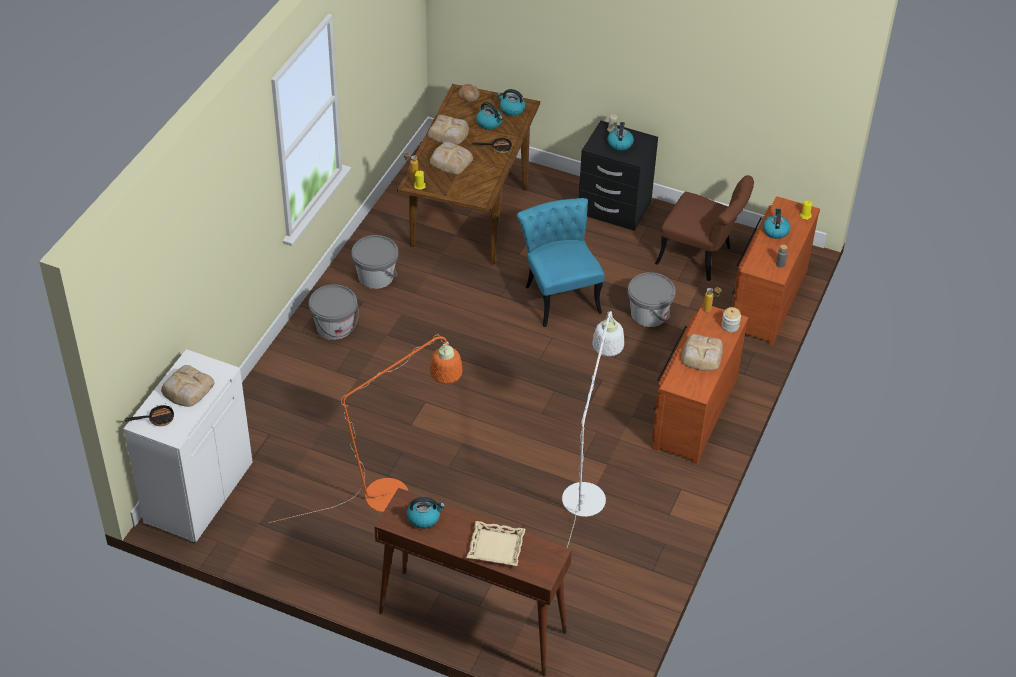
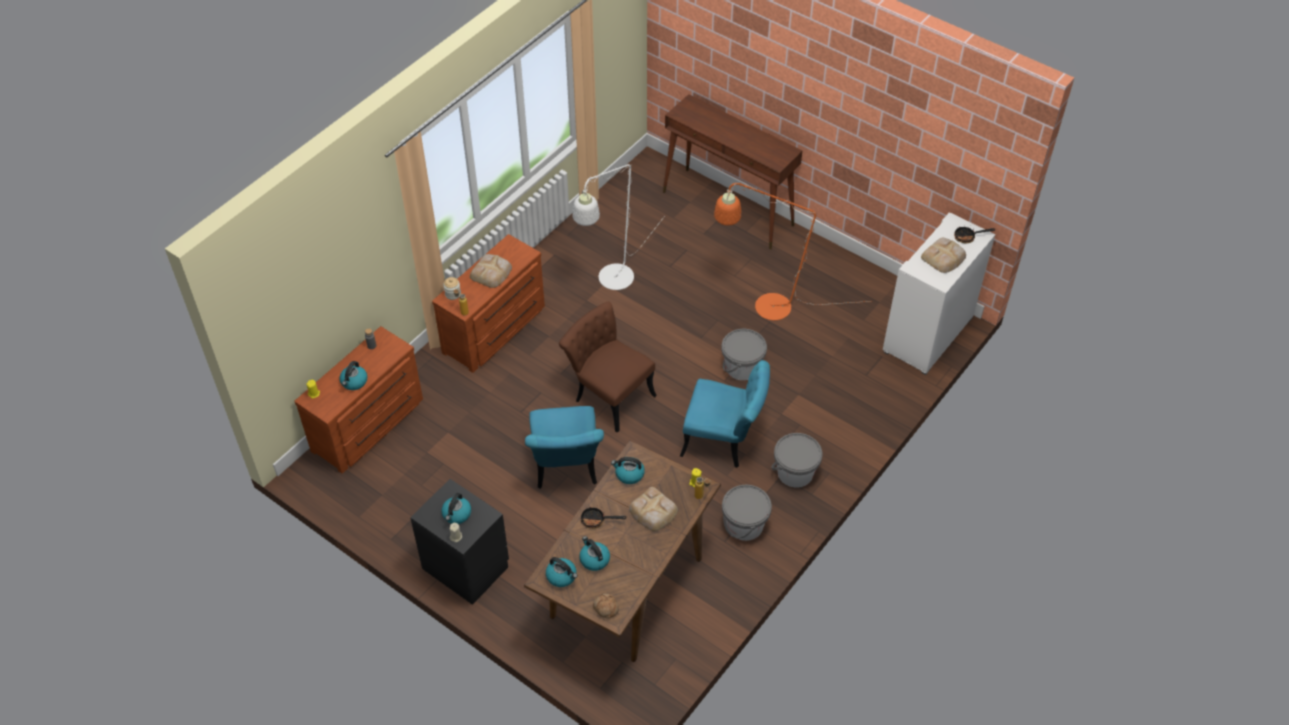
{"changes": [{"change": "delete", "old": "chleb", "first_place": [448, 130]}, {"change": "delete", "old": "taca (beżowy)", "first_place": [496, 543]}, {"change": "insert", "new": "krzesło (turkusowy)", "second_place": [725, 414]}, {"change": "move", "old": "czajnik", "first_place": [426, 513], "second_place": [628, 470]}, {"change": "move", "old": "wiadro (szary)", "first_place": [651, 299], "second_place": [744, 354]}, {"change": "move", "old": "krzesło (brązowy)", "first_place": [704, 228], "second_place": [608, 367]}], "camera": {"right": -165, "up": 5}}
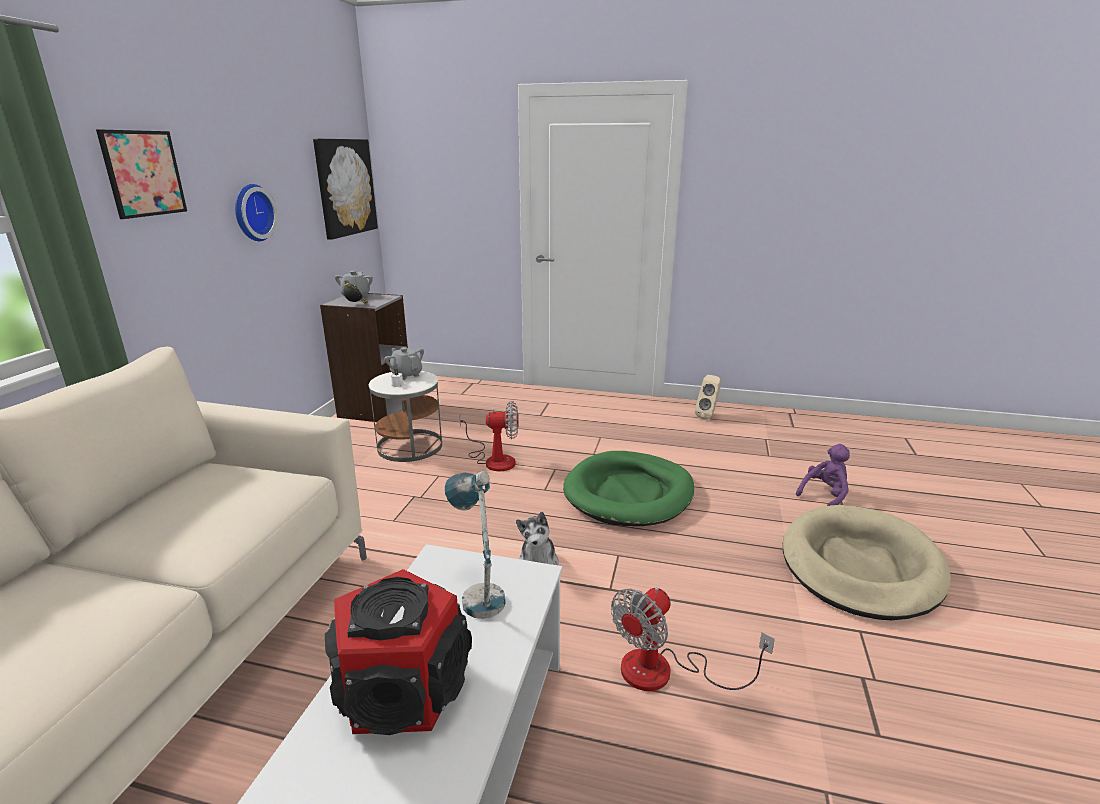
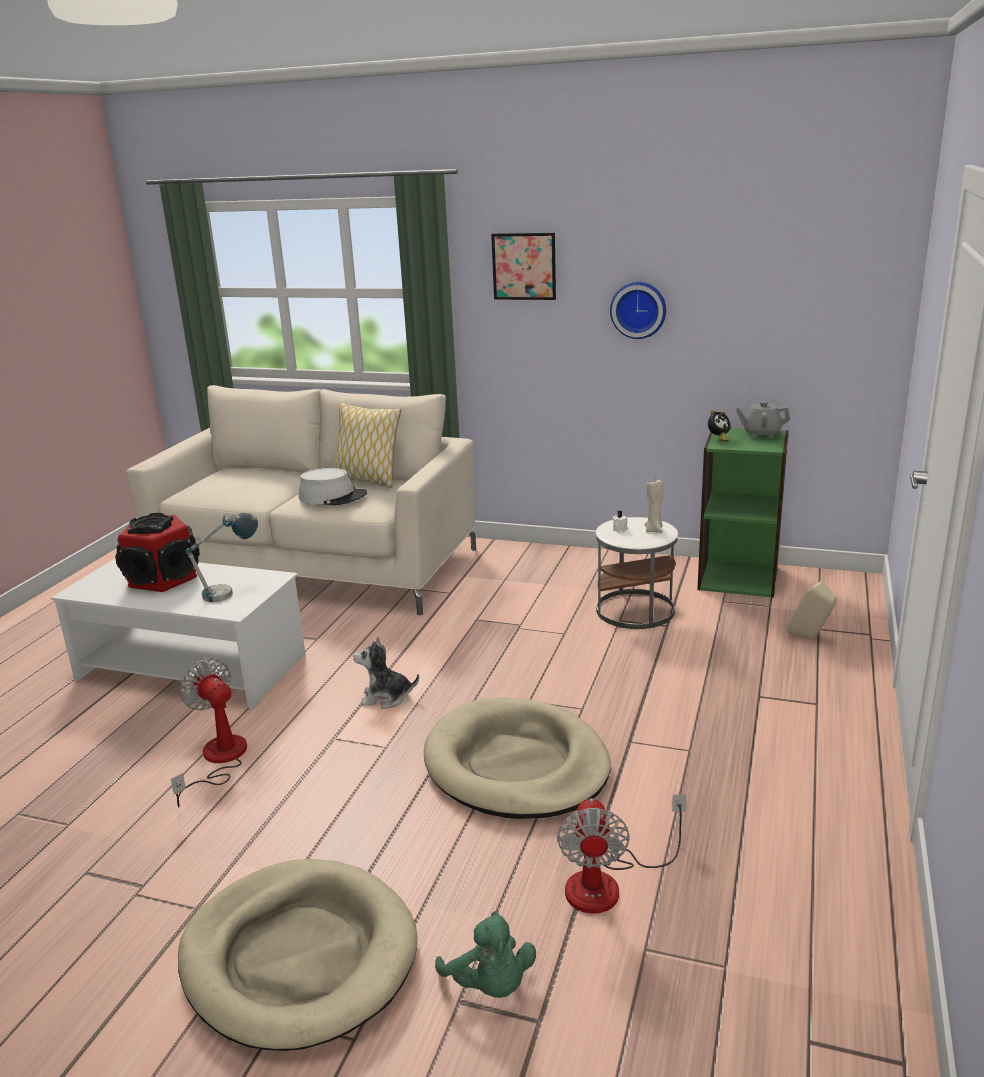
{"changes": [{"change": "delete", "old": "obraz", "first_place": [345, 189]}, {"change": "insert", "new": "kapelusz (szary)", "second_place": [333, 486]}, {"change": "insert", "new": "poduszka", "second_place": [367, 445]}, {"change": "move", "old": "wentylator", "first_place": [489, 436], "second_place": [622, 854]}, {"change": "move", "old": "głośnik (beżowy)", "first_place": [708, 397], "second_place": [811, 610]}, {"change": "replace", "old": "imbryk (szary)", "new": "świeca (beżowy)", "first_place": [404, 363], "second_place": [653, 506]}, {"change": "recolor", "old": "regał (szary)", "new": "regał (zielony)", "first_place": [364, 357], "second_place": [743, 513]}, {"change": "recolor", "old": "legowisko (zielony)", "new": "legowisko (beżowy)", "first_place": [628, 488], "second_place": [517, 758]}, {"change": "recolor", "old": "pluszak (fioletowy)", "new": "pluszak (zielony)", "first_place": [823, 475], "second_place": [485, 954]}], "camera": {"right": 95, "up": 0}}
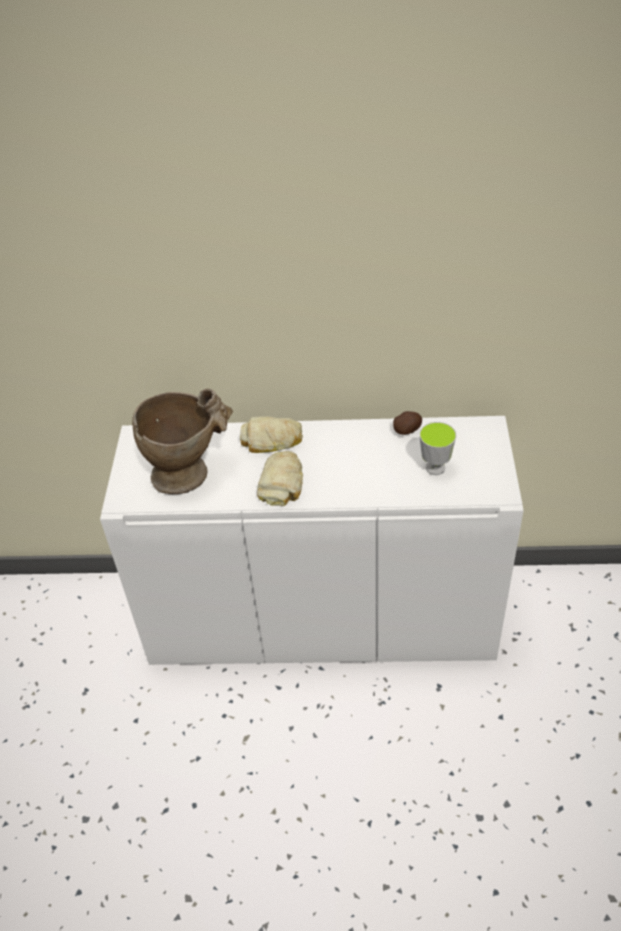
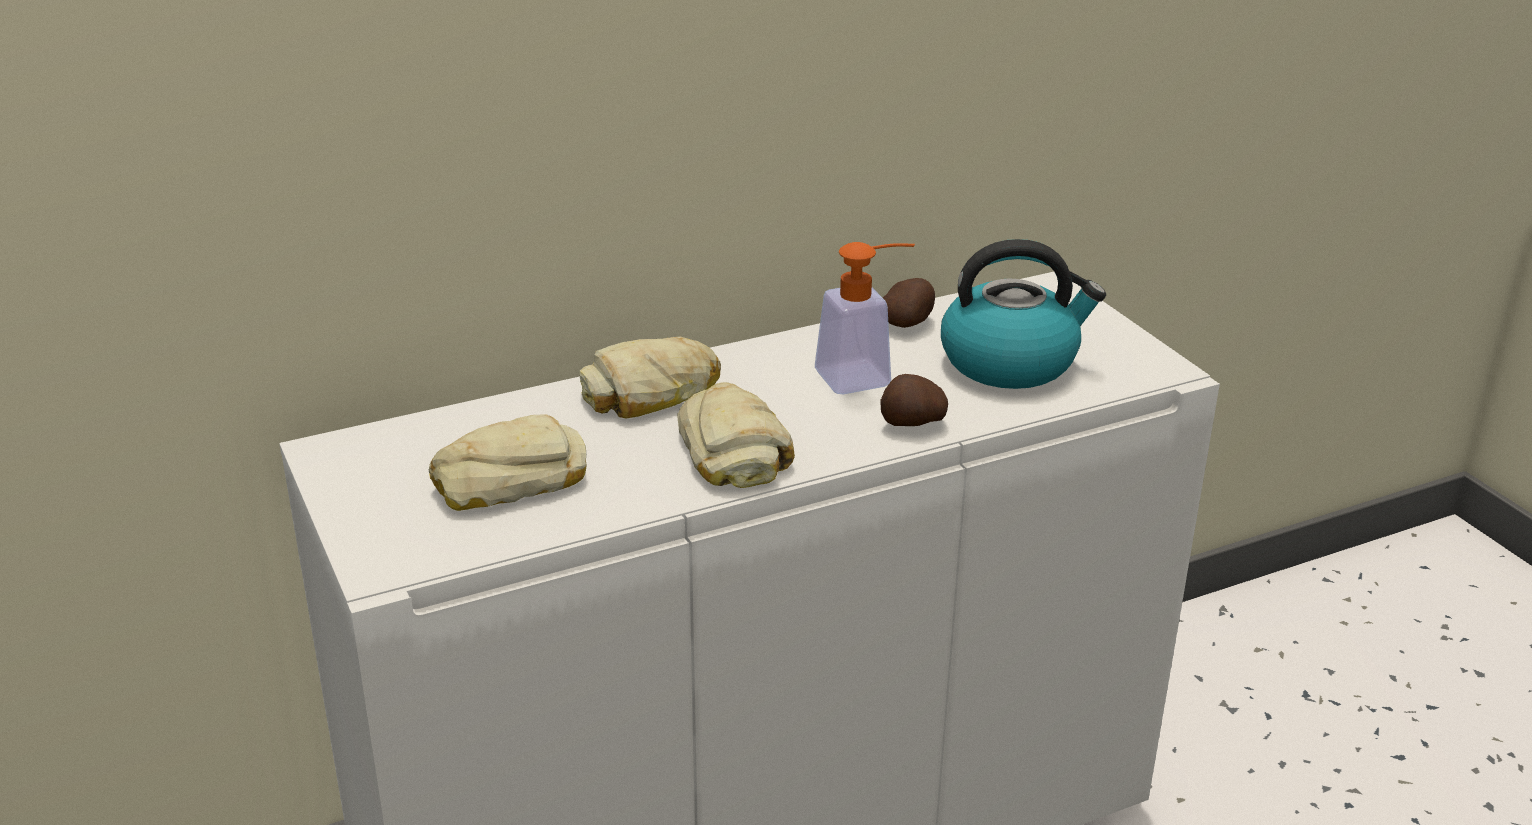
{"changes": [{"change": "insert", "new": "dozownik mydła", "second_place": [865, 318]}, {"change": "insert", "new": "ziemniak", "second_place": [914, 400]}, {"change": "replace", "old": "wazon (beżowy)", "new": "chleb", "first_place": [182, 441], "second_place": [508, 462]}, {"change": "replace", "old": "filiżanka", "new": "czajnik", "first_place": [438, 448], "second_place": [1023, 314]}], "camera": {"right": -30, "up": -15}}
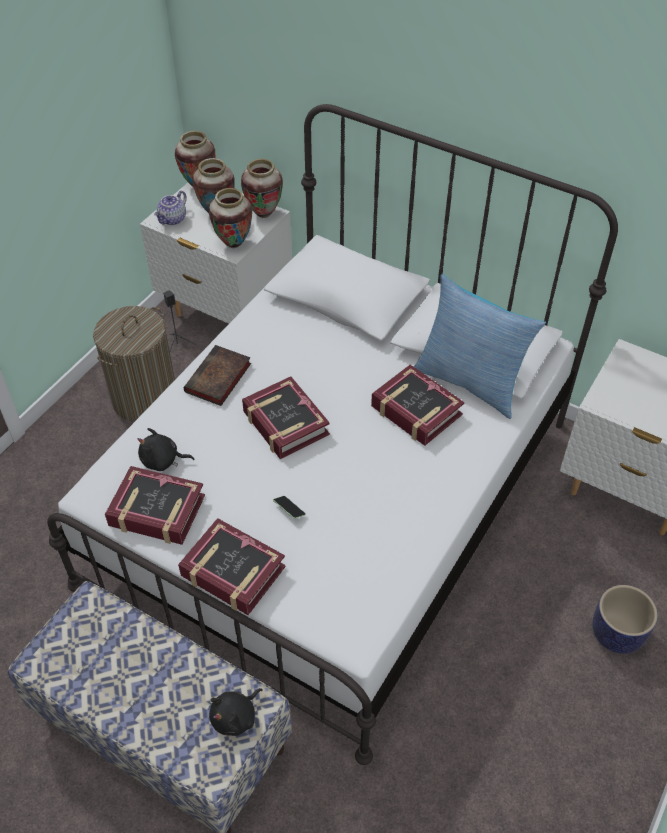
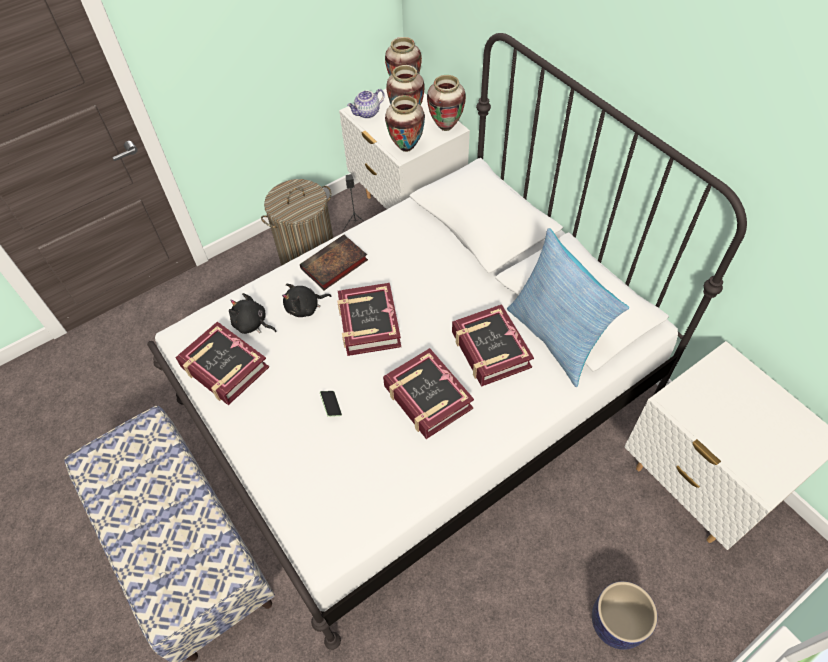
{"changes": [{"change": "move", "old": "książka", "first_place": [232, 566], "second_place": [428, 393]}, {"change": "move", "old": "pluszak (czarny)", "first_place": [236, 712], "second_place": [306, 300]}], "camera": {"right": 25, "up": 5}}
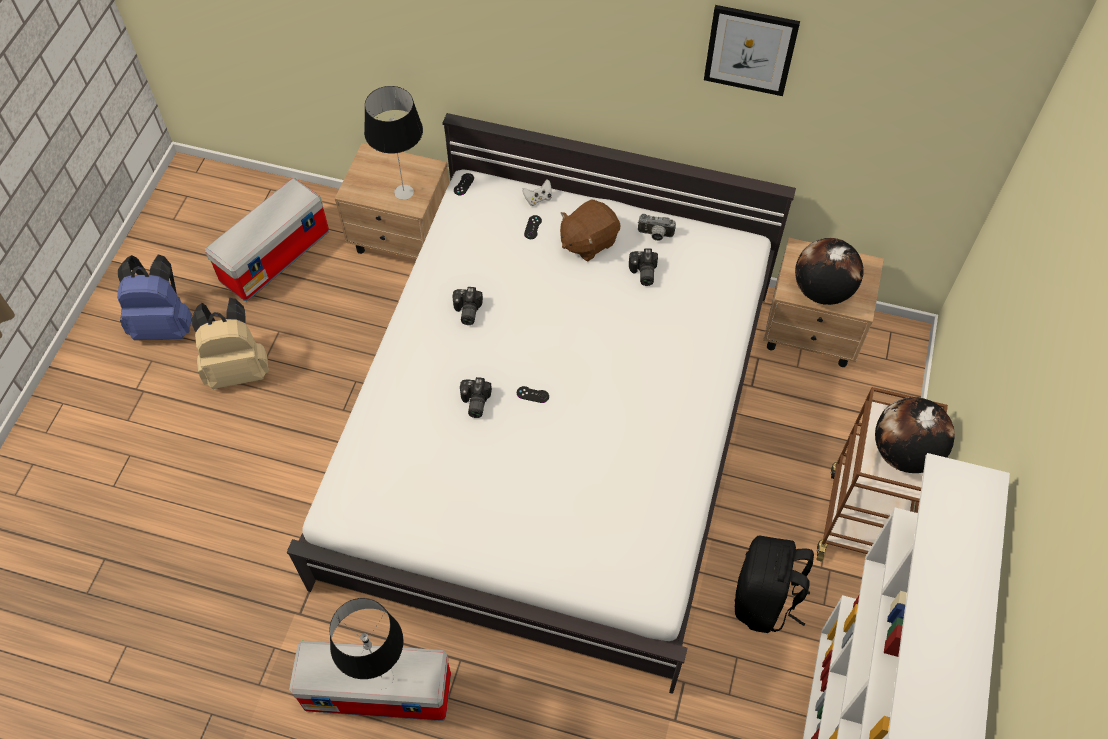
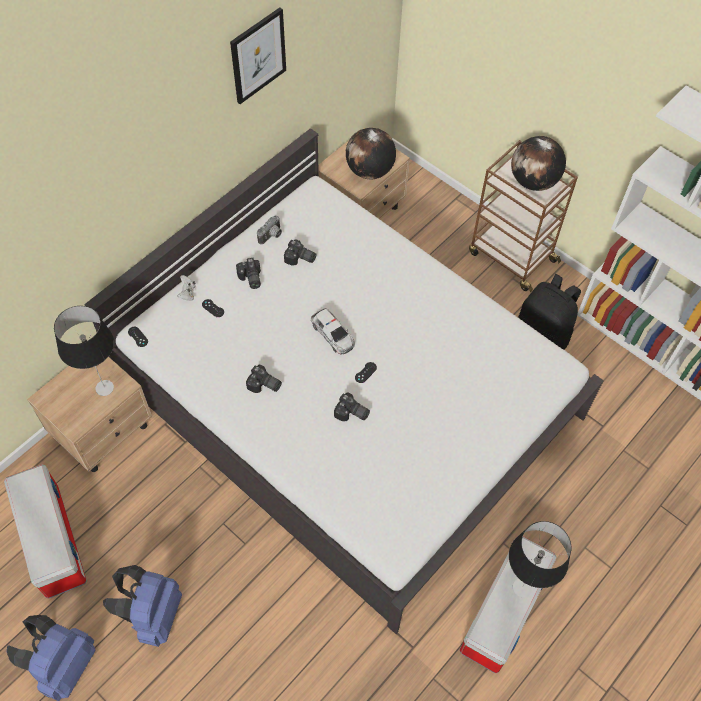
{"changes": [{"change": "insert", "new": "samochodzik", "second_place": [333, 331]}, {"change": "replace", "old": "pluszak (brązowy)", "new": "aparat fotograficzny", "first_place": [590, 230], "second_place": [248, 273]}, {"change": "recolor", "old": "plecak (beżowy)", "new": "plecak (niebieski)", "first_place": [230, 343], "second_place": [142, 606]}], "camera": {"right": -65, "up": 0}}
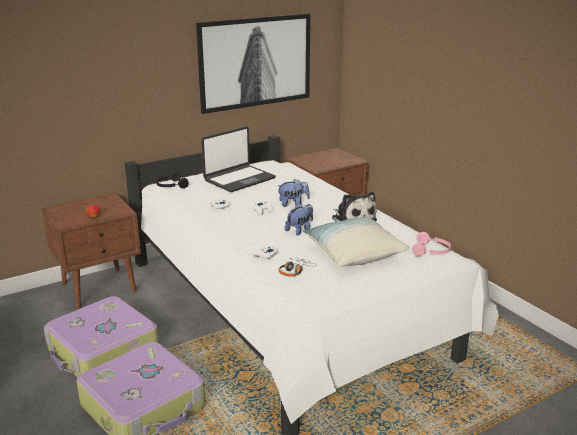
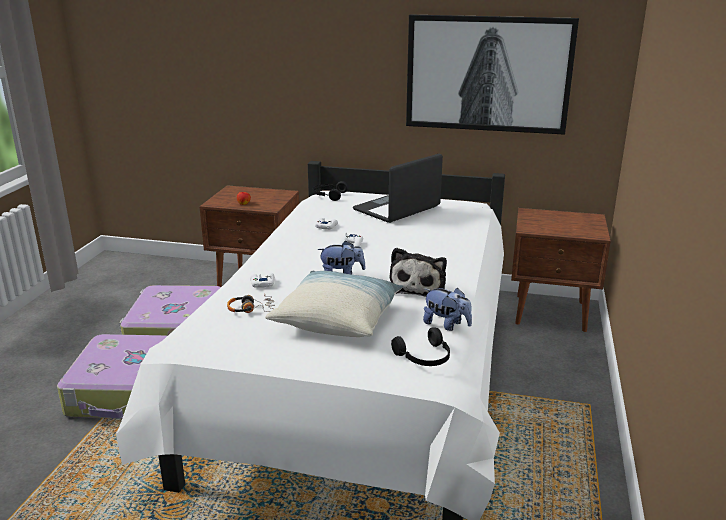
{"changes": [{"change": "move", "old": "pluszak", "first_place": [293, 192], "second_place": [447, 309]}, {"change": "recolor", "old": "słuchawki (różowy)", "new": "słuchawki (czarny)", "first_place": [431, 244], "second_place": [420, 346]}, {"change": "rotate", "old": "laptop", "first_place": [238, 159], "second_place": [398, 188], "degrees": 135}], "camera": {"right": 45, "up": 0}}
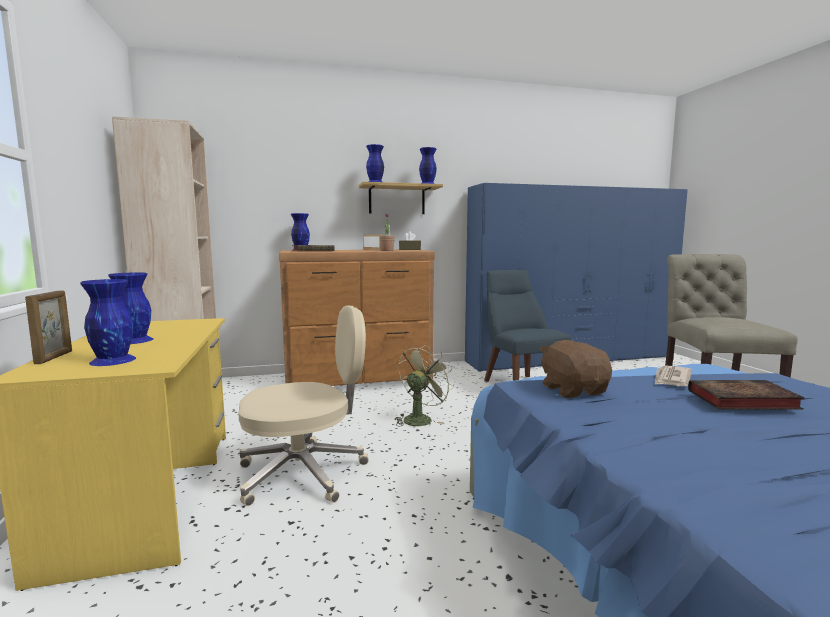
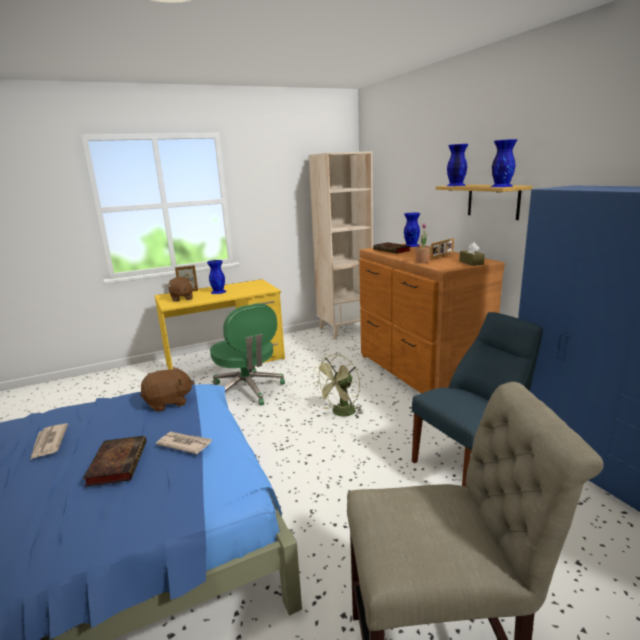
{"changes": [{"change": "insert", "new": "gazeta", "second_place": [49, 441]}, {"change": "replace", "old": "wazon (niebieski)", "new": "pluszak (brązowy)", "first_place": [108, 322], "second_place": [180, 289]}, {"change": "recolor", "old": "krzesło biurowe (beżowy)", "new": "krzesło biurowe (zielony)", "first_place": [303, 406], "second_place": [247, 354]}, {"change": "rotate", "old": "wentylator (zielony)", "first_place": [424, 386], "second_place": [338, 386], "degrees": 105}], "camera": {"right": 80, "up": 10}}
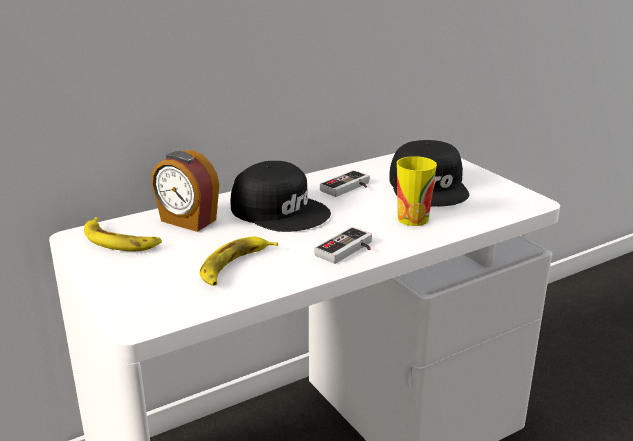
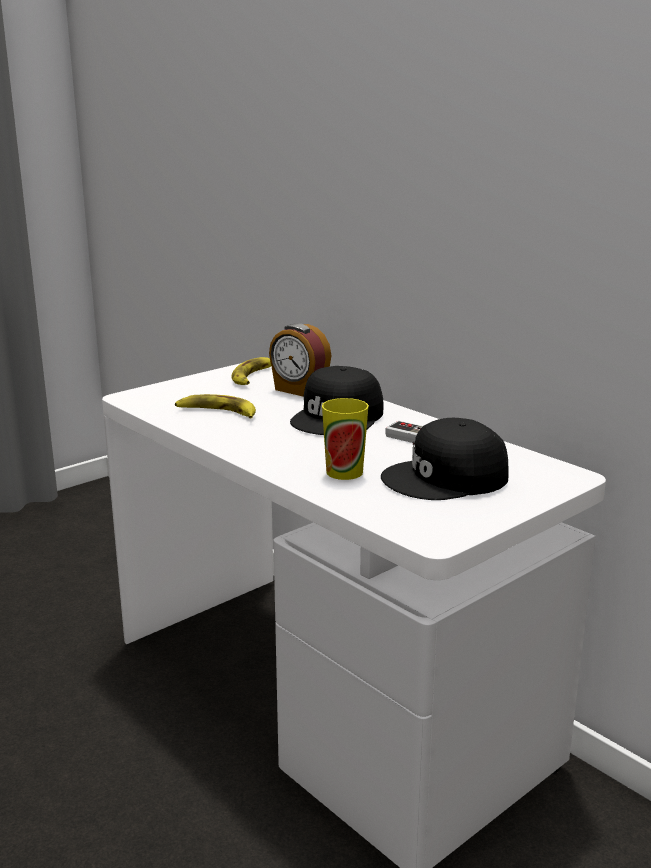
{"changes": [{"change": "delete", "old": "pad do gier", "first_place": [343, 245]}, {"change": "rotate", "old": "budzik", "first_place": [185, 191], "second_place": [300, 360], "degrees": -75}], "camera": {"right": 80, "up": -5}}
